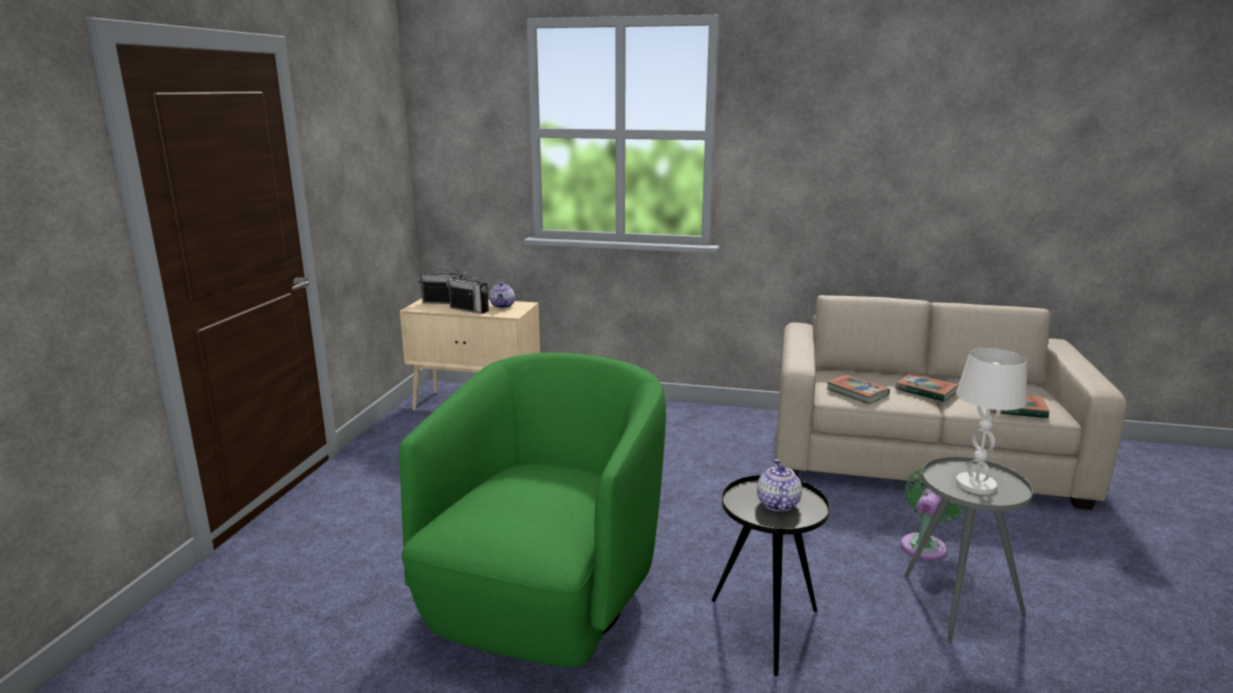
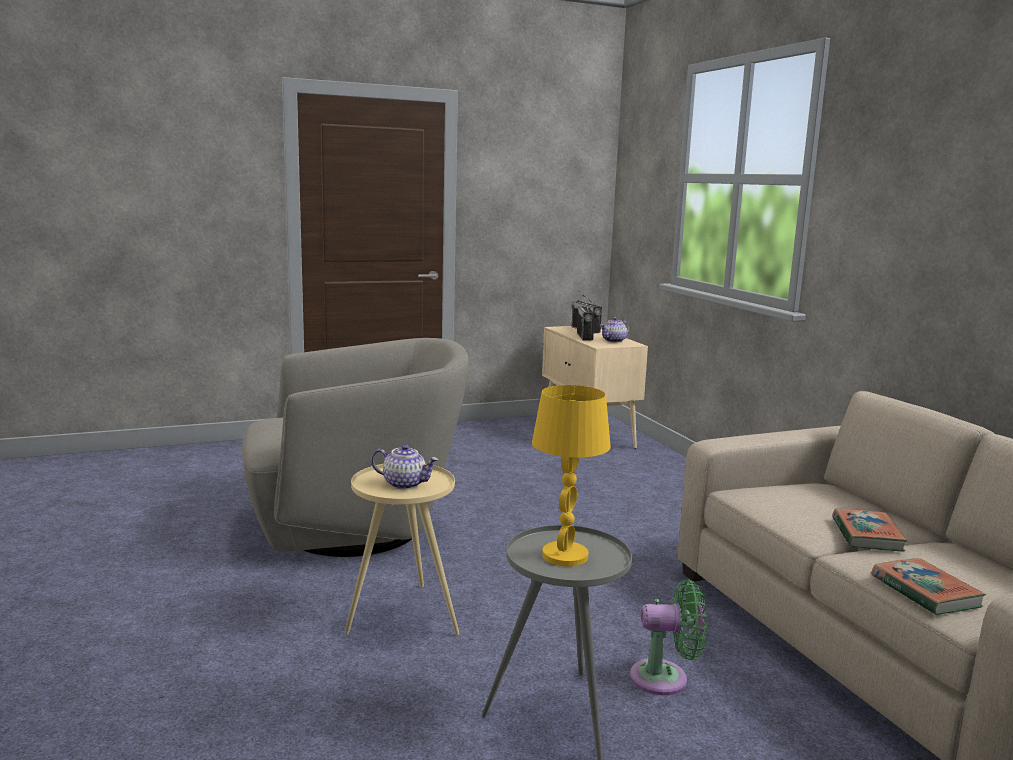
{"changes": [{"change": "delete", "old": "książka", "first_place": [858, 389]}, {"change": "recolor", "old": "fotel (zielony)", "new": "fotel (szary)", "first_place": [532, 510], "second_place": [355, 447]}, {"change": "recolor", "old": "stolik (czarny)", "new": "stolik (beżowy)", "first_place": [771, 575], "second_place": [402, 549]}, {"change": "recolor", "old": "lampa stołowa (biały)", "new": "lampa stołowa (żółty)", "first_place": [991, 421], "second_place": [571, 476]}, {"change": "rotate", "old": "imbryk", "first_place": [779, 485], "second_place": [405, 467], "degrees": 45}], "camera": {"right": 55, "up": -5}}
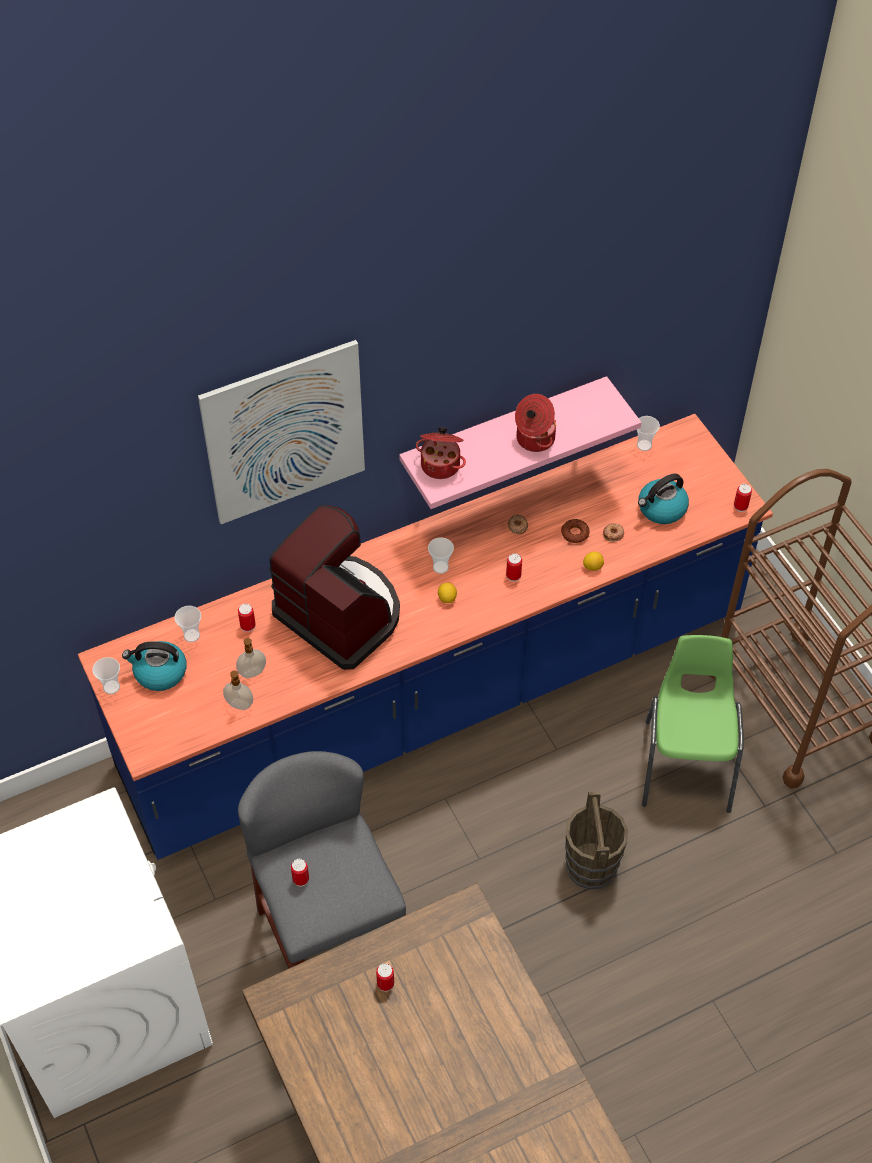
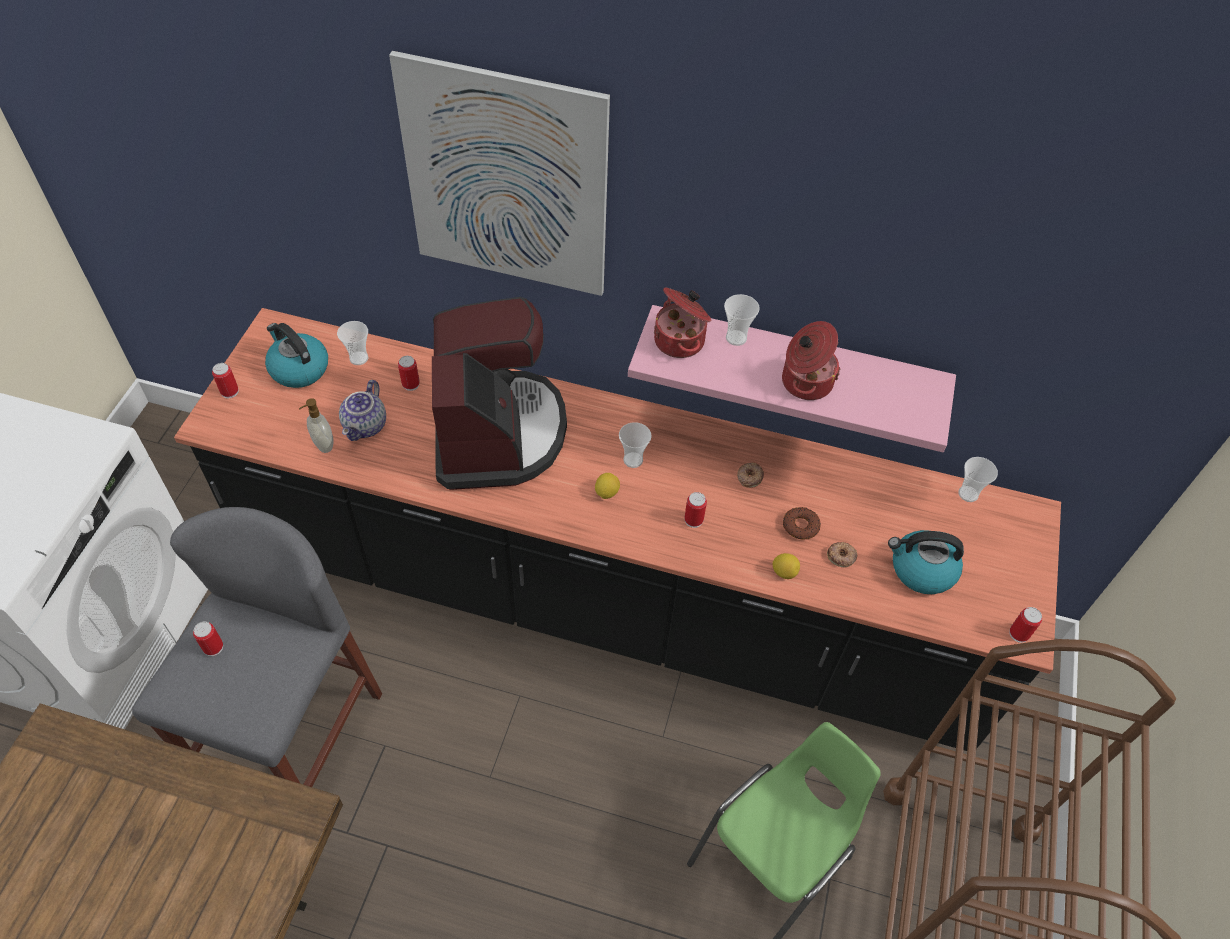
{"changes": [{"change": "delete", "old": "wiadro (brązowy)", "first_place": [596, 840]}, {"change": "move", "old": "filiżanka", "first_place": [106, 675], "second_place": [742, 320]}, {"change": "move", "old": "puszka", "first_place": [385, 977], "second_place": [225, 380]}, {"change": "replace", "old": "dozownik mydła", "new": "imbryk", "first_place": [251, 658], "second_place": [362, 410]}, {"change": "recolor", "old": "zabudowa kuchenna (niebieski)", "new": "zabudowa kuchenna (czarny)", "first_place": [425, 637], "second_place": [617, 529]}], "camera": {"right": 40, "up": 0}}
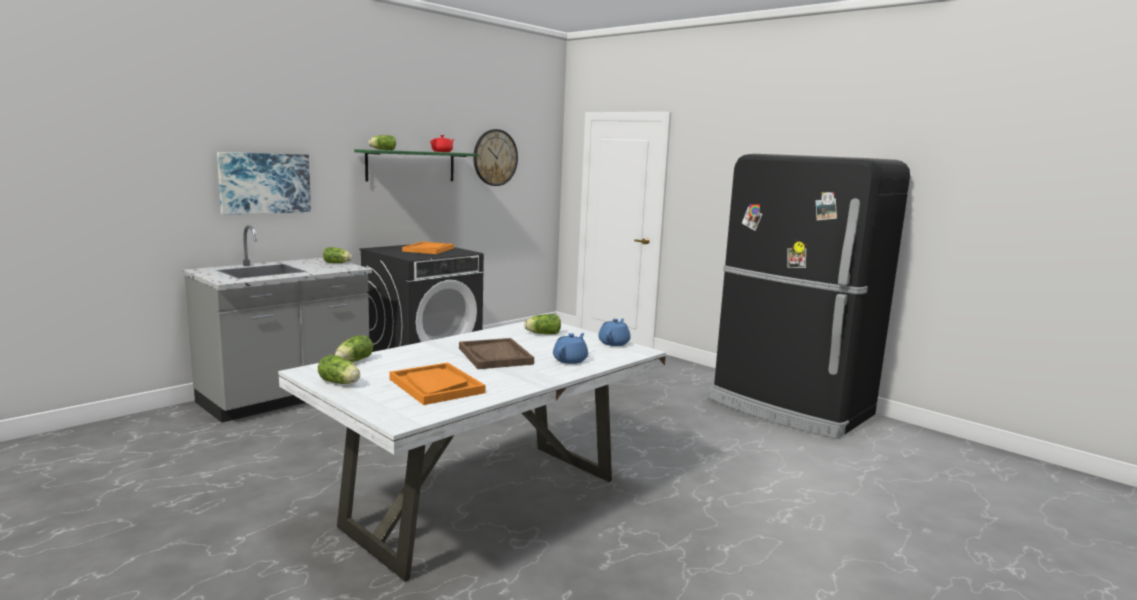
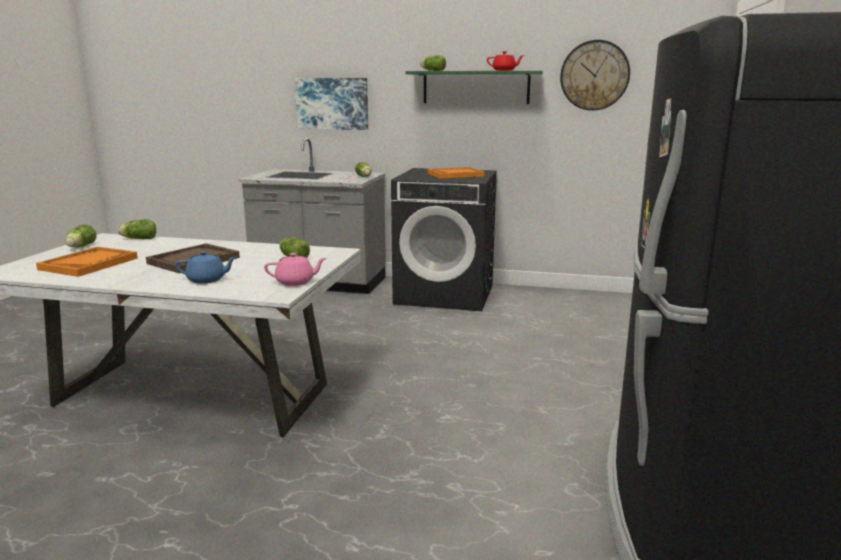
{"changes": [{"change": "recolor", "old": "imbryk (niebieski)", "new": "imbryk (różowy)", "first_place": [614, 332], "second_place": [295, 269]}], "camera": {"right": 60, "up": 5}}
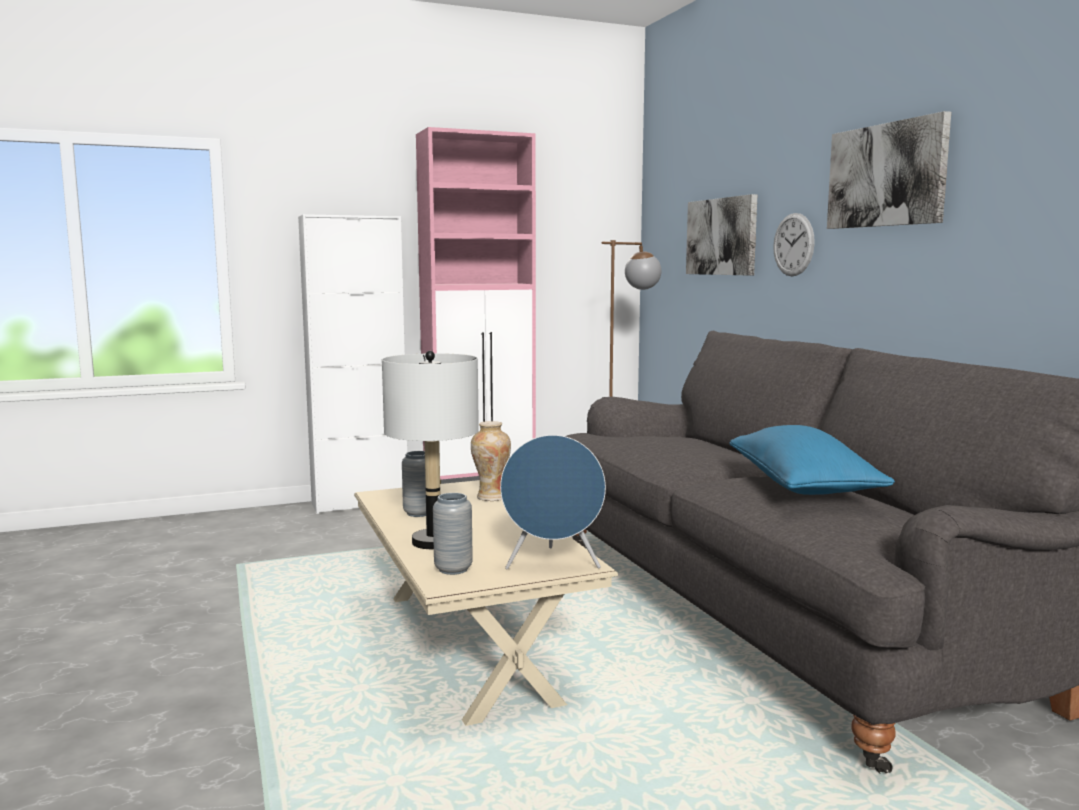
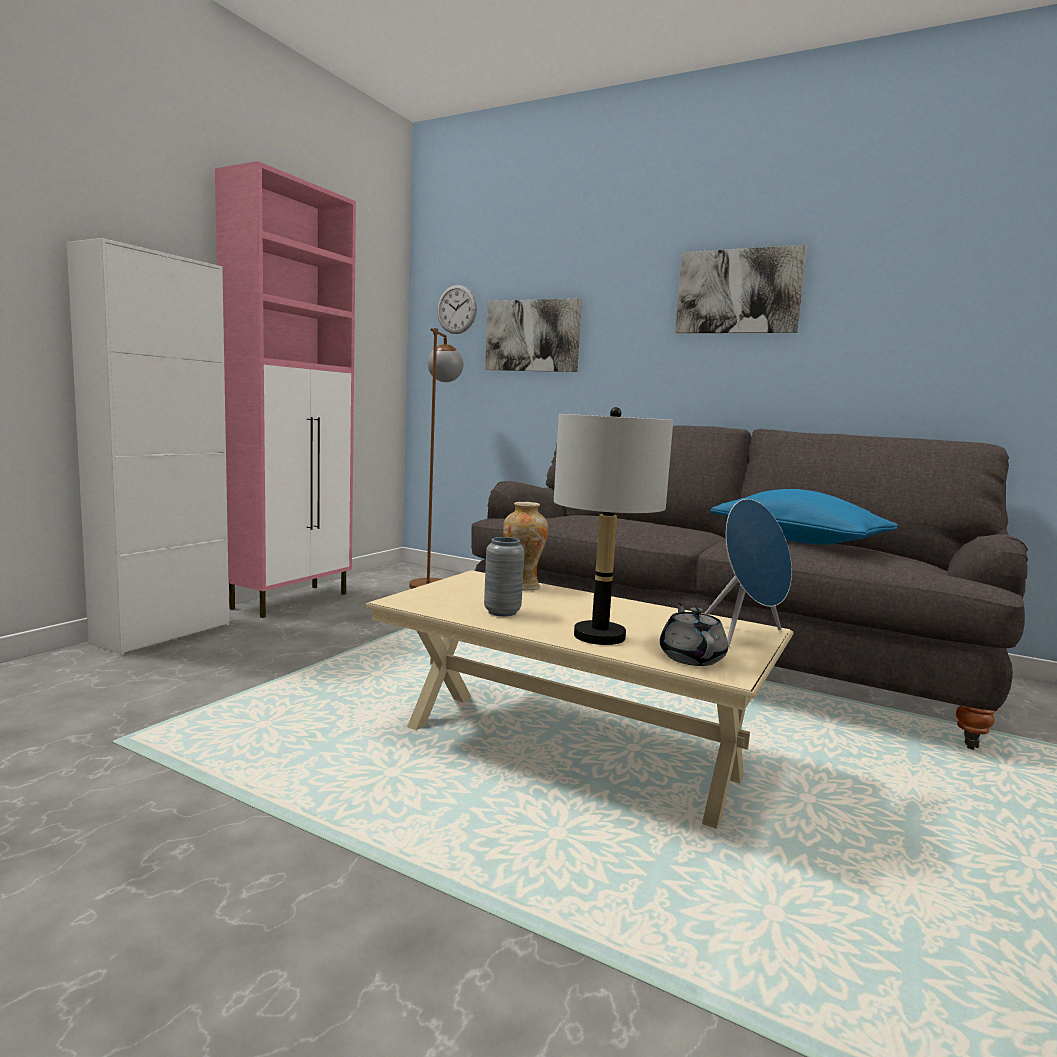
{"changes": [{"change": "move", "old": "zegar ścienny", "first_place": [794, 245], "second_place": [457, 309]}, {"change": "replace", "old": "wazon (szary)", "new": "imbryk (szary)", "first_place": [453, 534], "second_place": [694, 634]}], "camera": {"right": -40, "up": 0}}
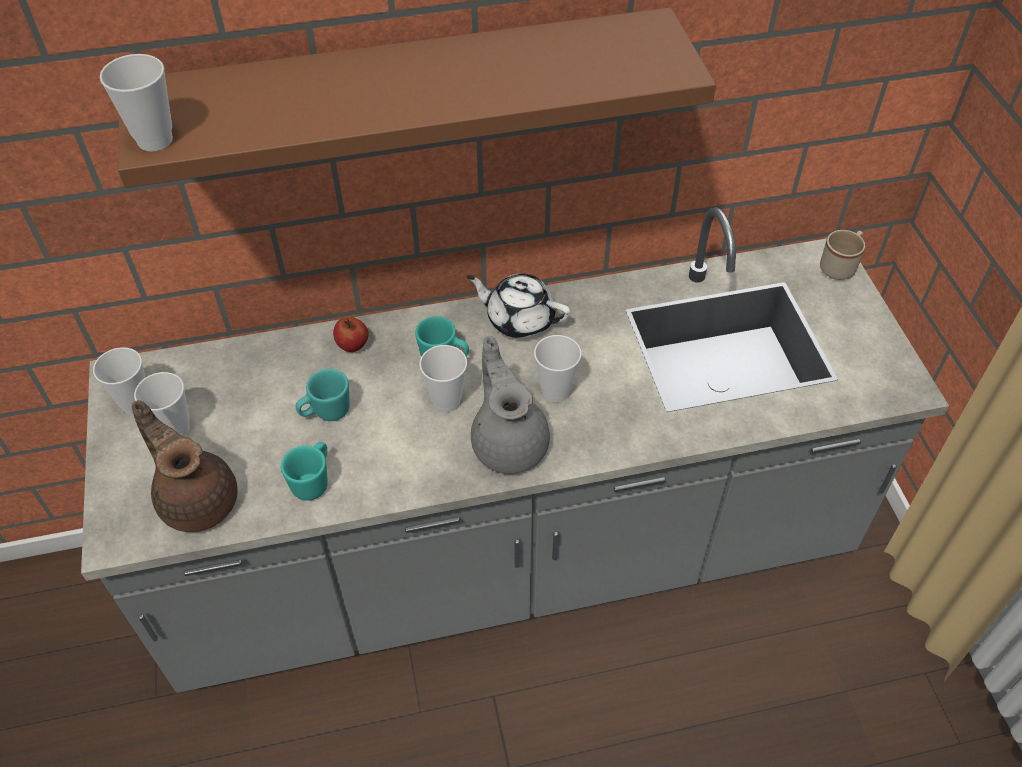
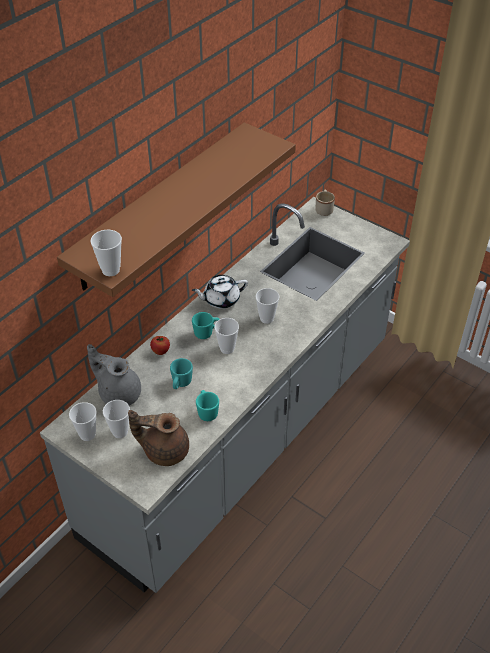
{"changes": [{"change": "move", "old": "imbryk (szary)", "first_place": [510, 405], "second_place": [114, 374]}], "camera": {"right": -40, "up": -5}}
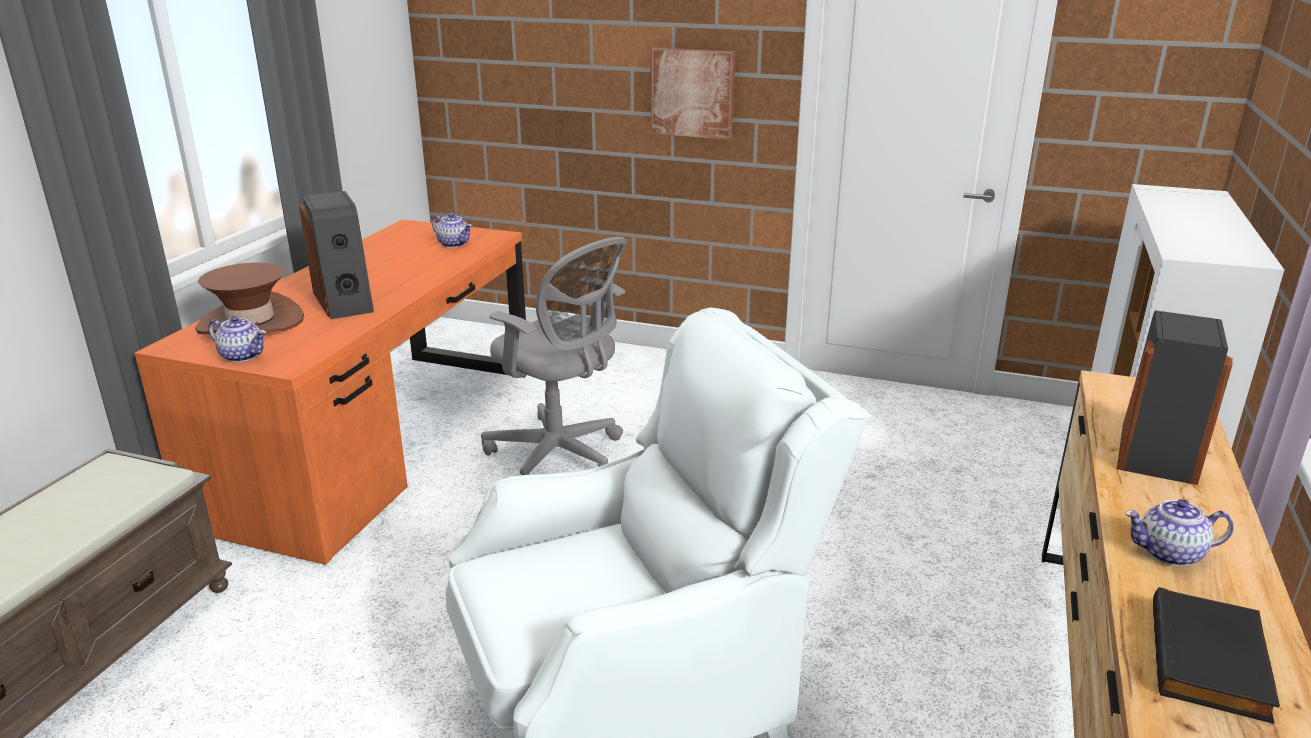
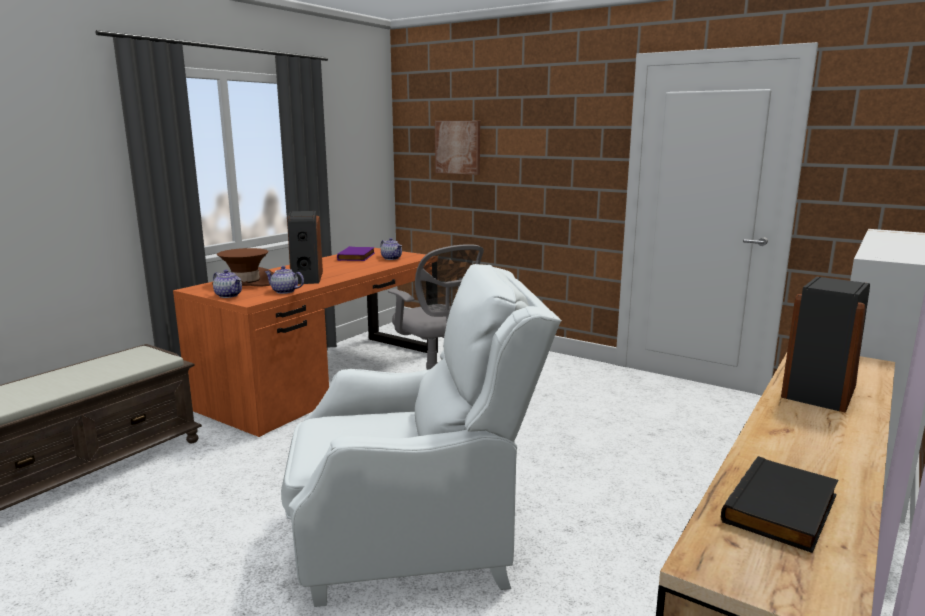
{"changes": [{"change": "insert", "new": "książka (fioletowy)", "second_place": [356, 253]}, {"change": "move", "old": "obraz", "first_place": [693, 94], "second_place": [457, 148]}, {"change": "move", "old": "imbryk", "first_place": [1179, 533], "second_place": [284, 280]}], "camera": {"right": 15, "up": -10}}
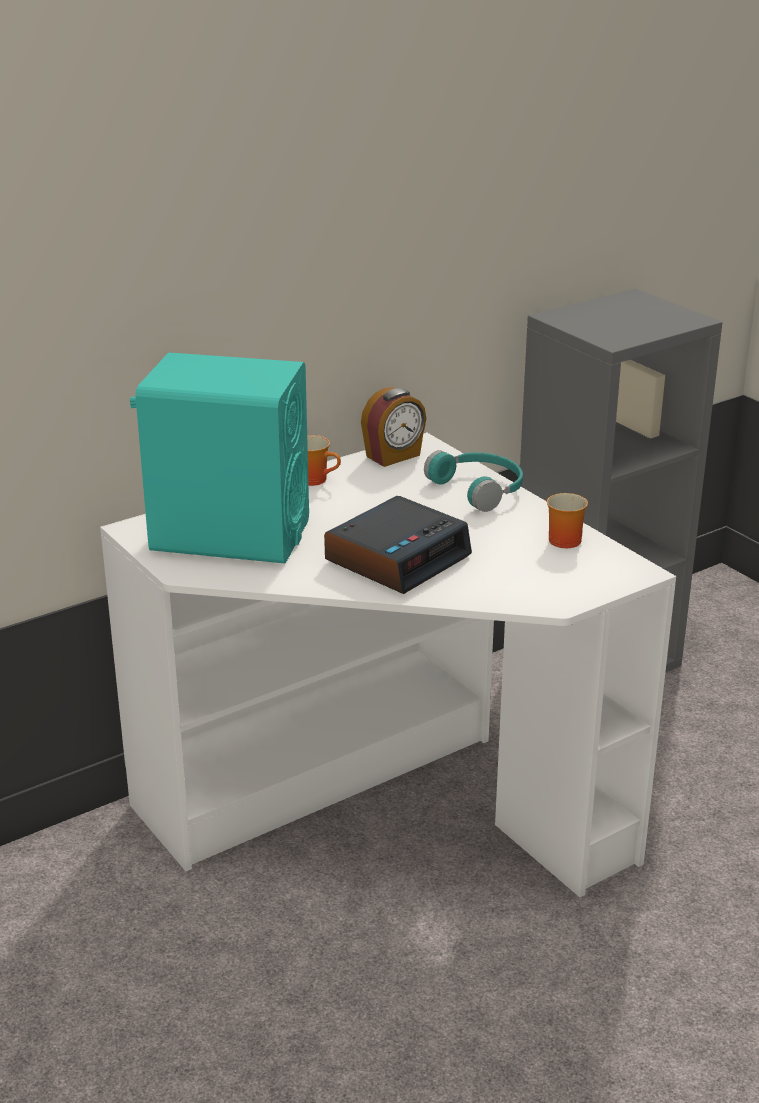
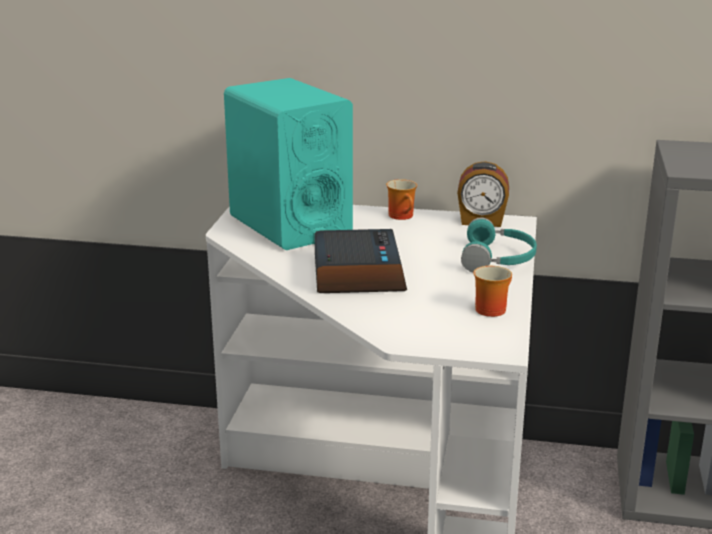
{"changes": [{"change": "rotate", "old": "budzik", "first_place": [398, 545], "second_place": [360, 261], "degrees": -90}], "camera": {"right": 45, "up": -5}}
